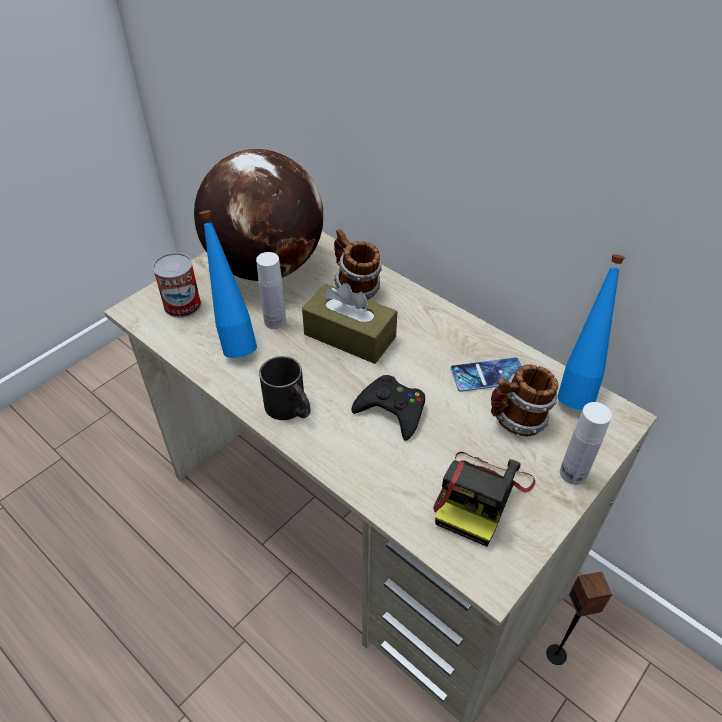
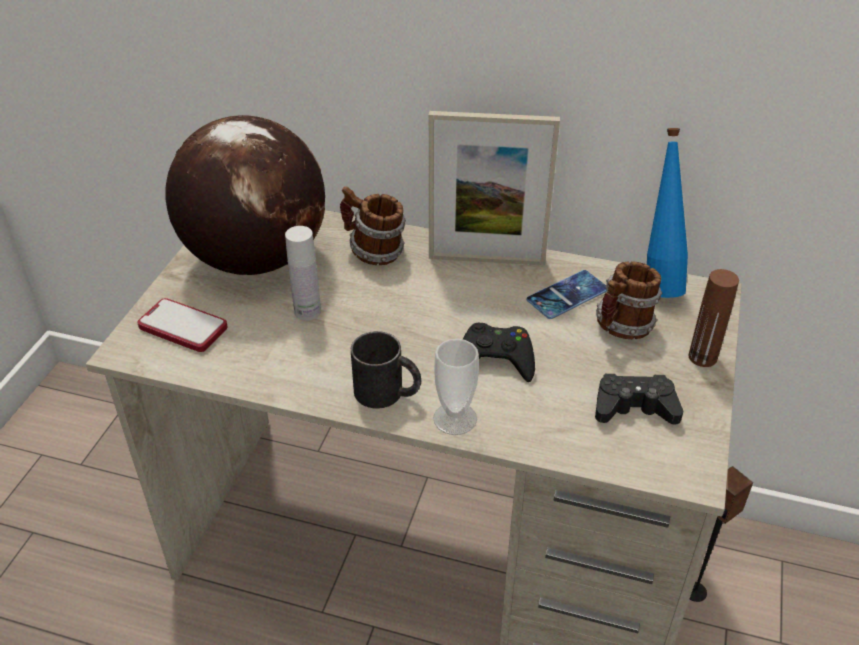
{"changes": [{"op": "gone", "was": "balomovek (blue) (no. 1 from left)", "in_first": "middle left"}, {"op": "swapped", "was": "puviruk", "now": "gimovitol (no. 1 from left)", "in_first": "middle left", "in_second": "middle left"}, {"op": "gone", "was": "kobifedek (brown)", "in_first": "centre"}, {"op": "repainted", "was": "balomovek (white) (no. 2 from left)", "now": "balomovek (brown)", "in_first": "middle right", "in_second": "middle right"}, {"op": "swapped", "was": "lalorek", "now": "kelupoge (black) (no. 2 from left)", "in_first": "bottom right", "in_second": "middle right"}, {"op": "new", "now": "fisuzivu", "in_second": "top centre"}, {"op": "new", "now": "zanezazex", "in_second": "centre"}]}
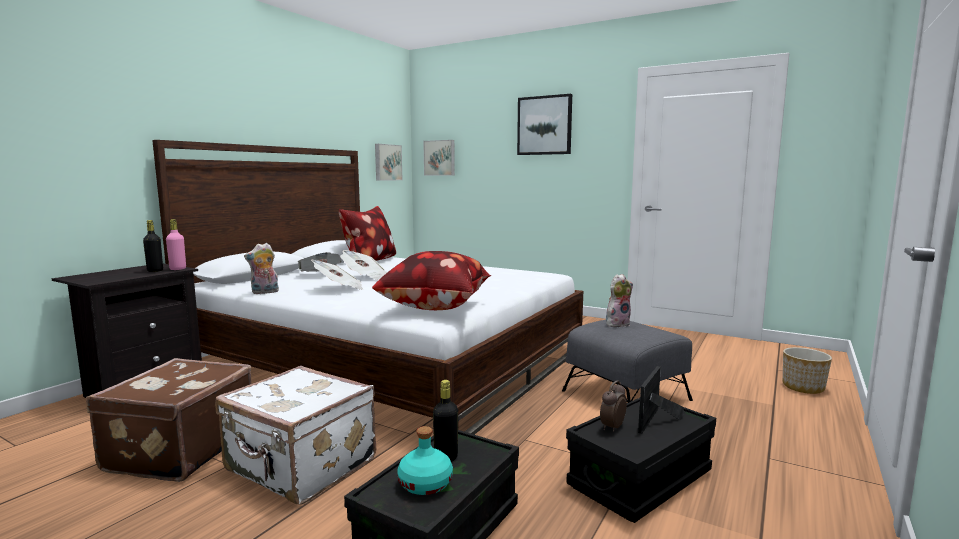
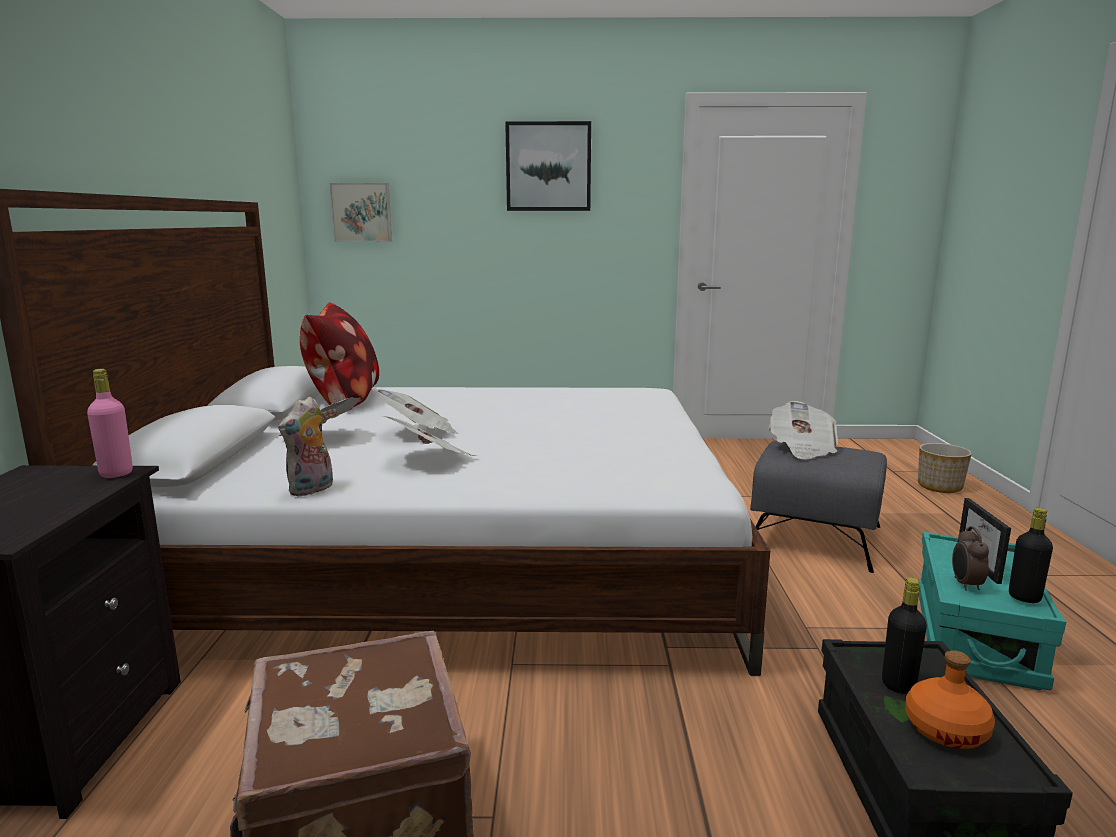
{"changes": [{"op": "gone", "was": "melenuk (no. 1 from left)", "in_first": "top centre"}, {"op": "shifted", "was": "balomovek (black) (no. 1 from left in the first image)", "now": "balomovek (black) (no. 2 from left)", "in_first": "middle left", "in_second": "middle right"}, {"op": "gone", "was": "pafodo (no. 2 from left)", "in_first": "centre"}, {"op": "swapped", "was": "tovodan (no. 2 from left)", "now": "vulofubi (no. 4 from left)", "in_first": "centre", "in_second": "middle right"}, {"op": "gone", "was": "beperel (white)", "in_first": "bottom left"}, {"op": "repainted", "was": "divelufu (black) (no. 2 from left)", "now": "divelufu (turquoise)", "in_first": "bottom right", "in_second": "bottom right"}, {"op": "repainted", "was": "balomovek (turquoise)", "now": "balomovek (orange)", "in_first": "bottom centre", "in_second": "bottom right"}]}
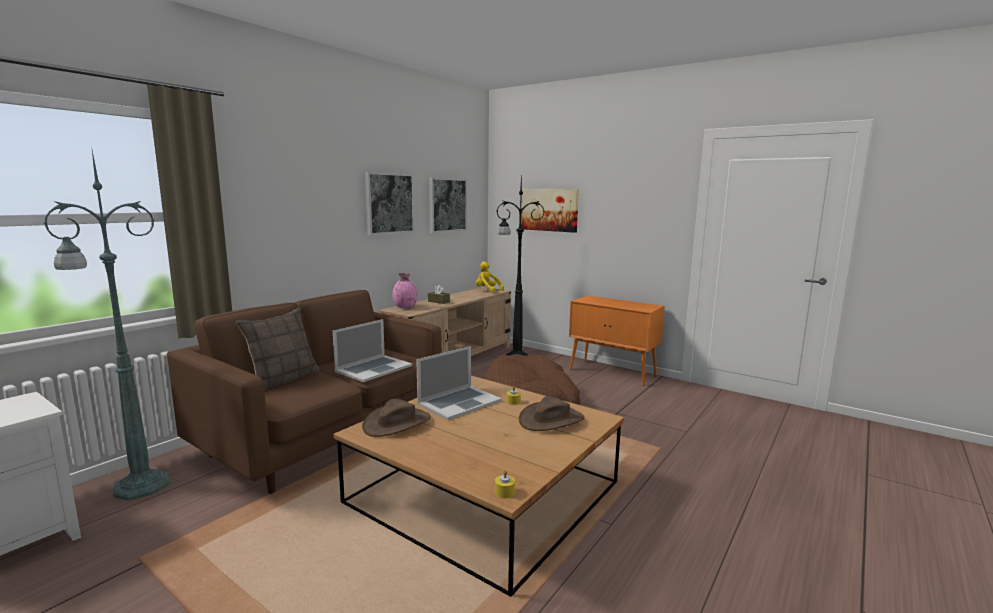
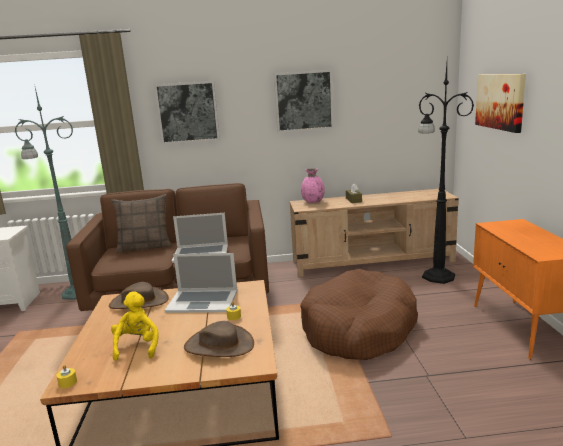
{"changes": [{"op": "shifted", "was": "melenuk (no. 2 from left in the first image)", "now": "melenuk (no. 1 from left)", "in_first": "centre", "in_second": "top left"}, {"op": "shifted", "was": "tovodan (yellow)", "in_first": "centre", "in_second": "bottom left"}]}
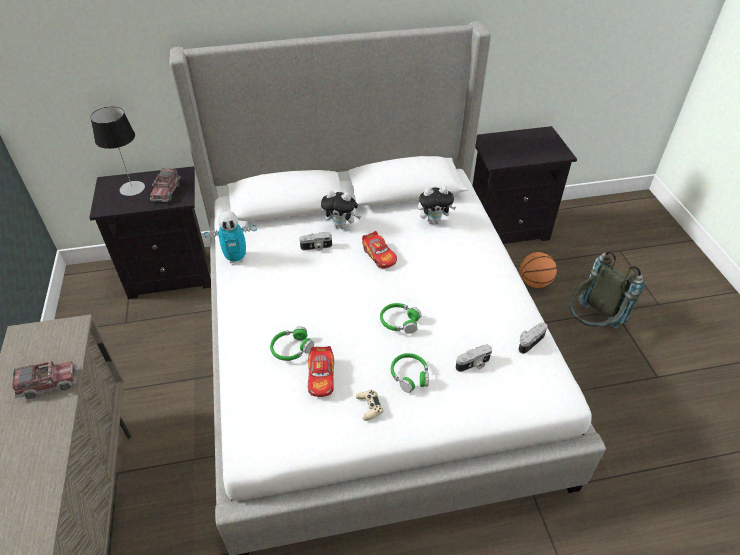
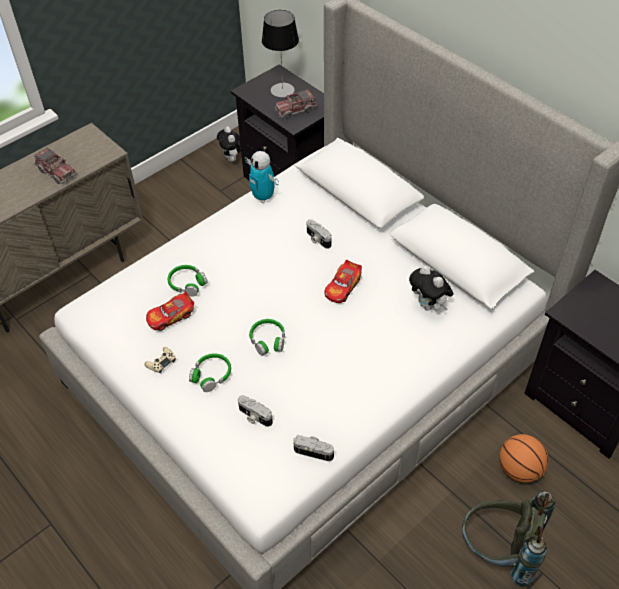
{"changes": [{"op": "shifted", "was": "tovodan (no. 1 from left)", "in_first": "centre", "in_second": "top centre"}]}
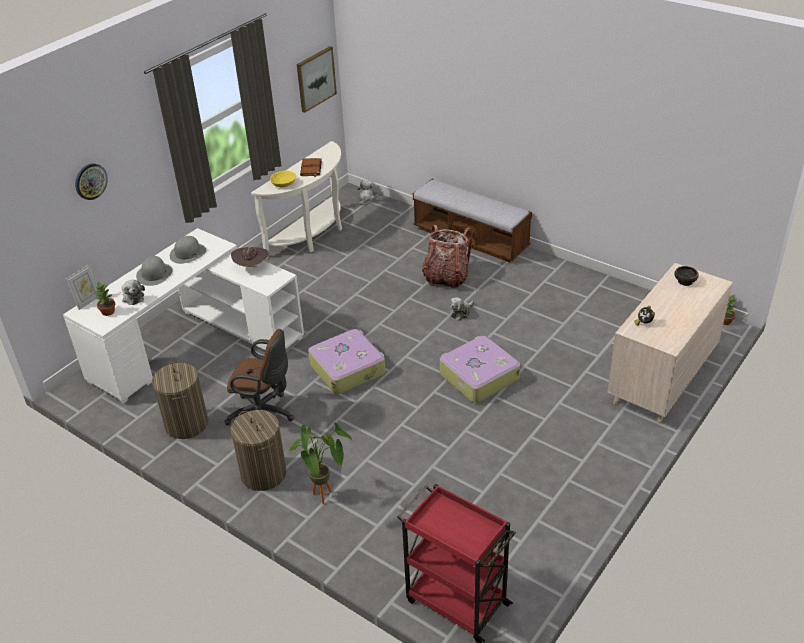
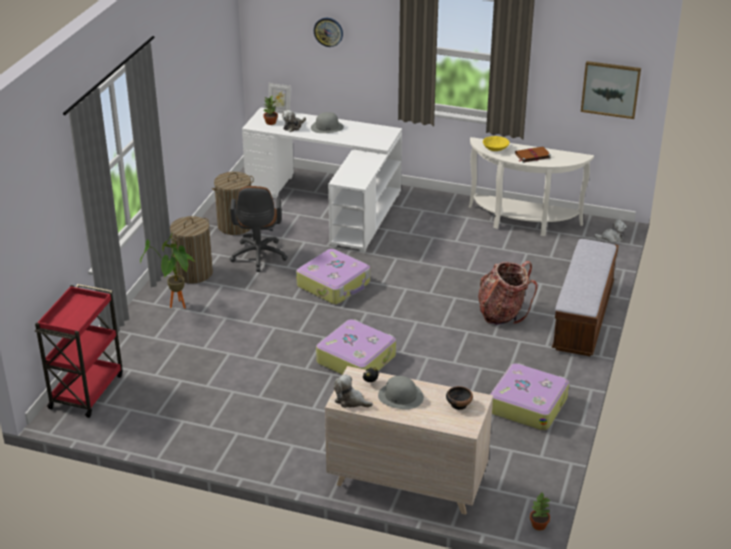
{"changes": [{"op": "shifted", "was": "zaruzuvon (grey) (no. 2 from left)", "in_first": "middle left", "in_second": "bottom centre"}, {"op": "gone", "was": "zaruzuvon (brown)", "in_first": "middle left"}, {"op": "shifted", "was": "tovodan (no. 3 from left in the first image)", "now": "tovodan (no. 2 from left)", "in_first": "centre", "in_second": "bottom centre"}, {"op": "new", "now": "beperel (no. 3 from left)", "in_second": "bottom right"}]}
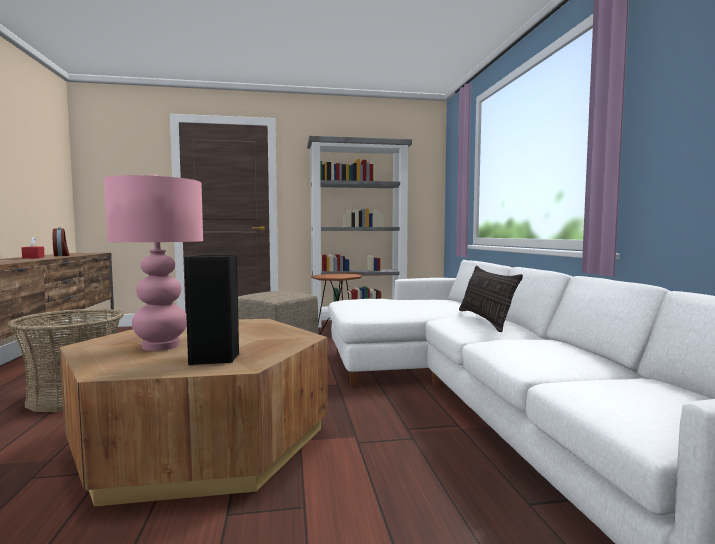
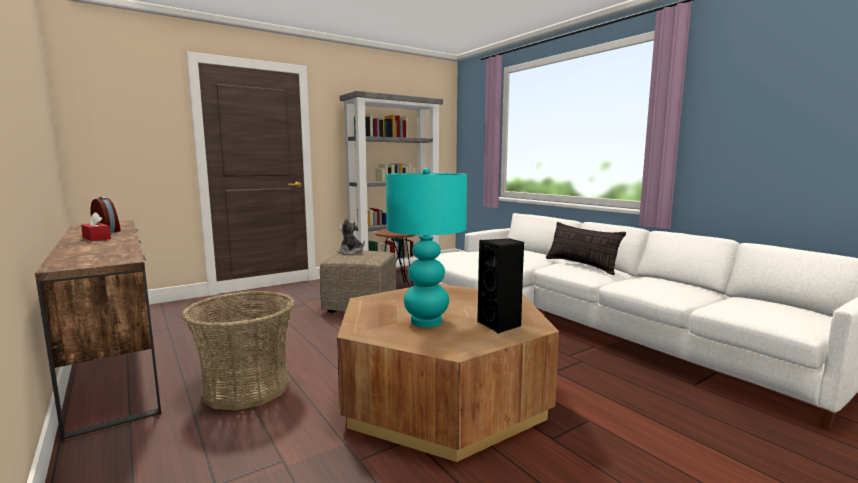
{"changes": [{"op": "repainted", "was": "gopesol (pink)", "now": "gopesol (turquoise)", "in_first": "middle left", "in_second": "centre"}, {"op": "new", "now": "tovodan", "in_second": "centre"}]}
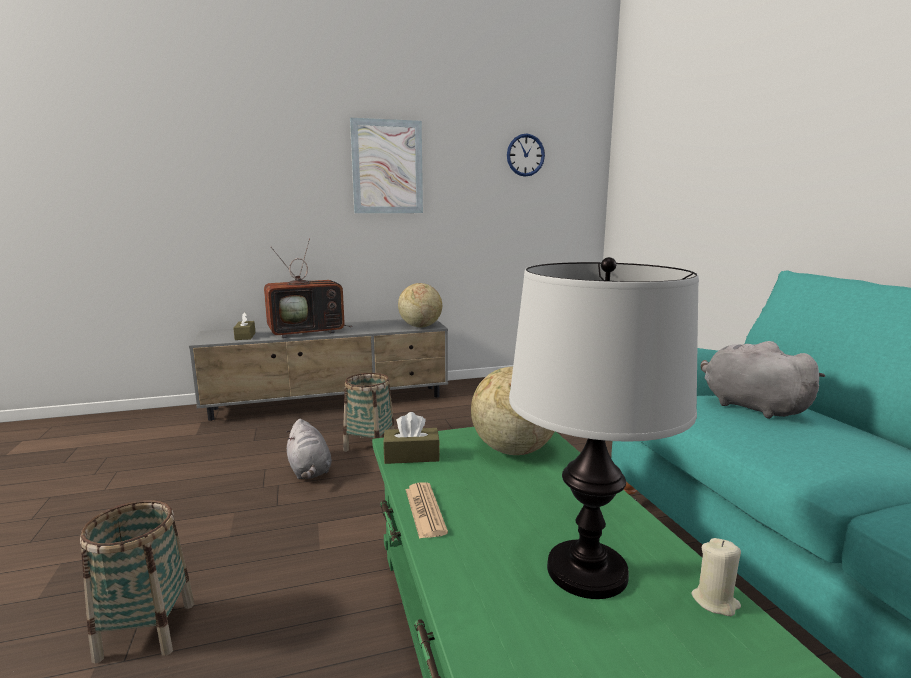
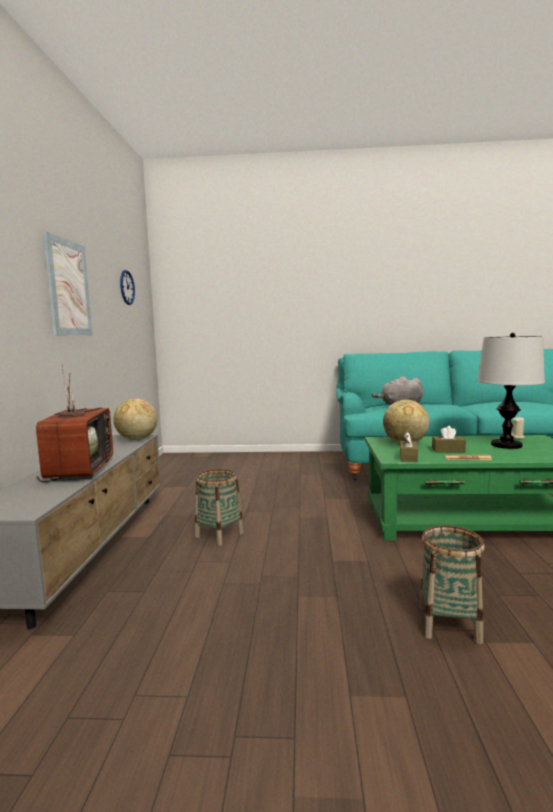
{"changes": [{"op": "shifted", "was": "kobifedek (brown) (no. 1 from left in the first image)", "now": "kobifedek (brown) (no. 2 from left)", "in_first": "middle left", "in_second": "middle right"}, {"op": "gone", "was": "tovodan (grey) (no. 1 from left)", "in_first": "centre"}]}
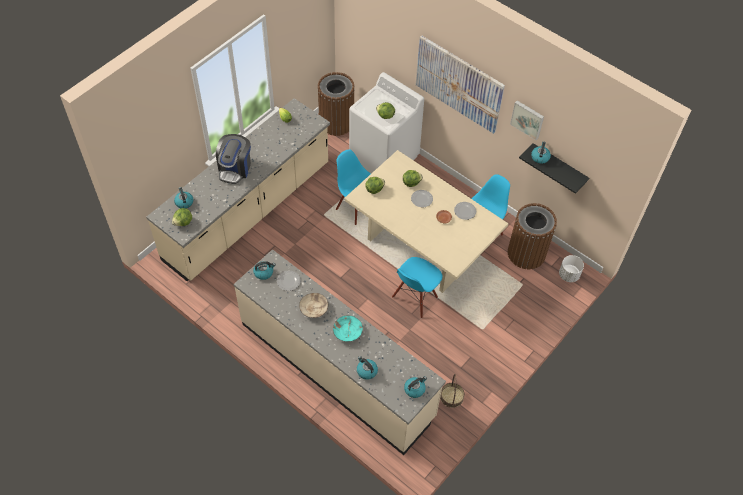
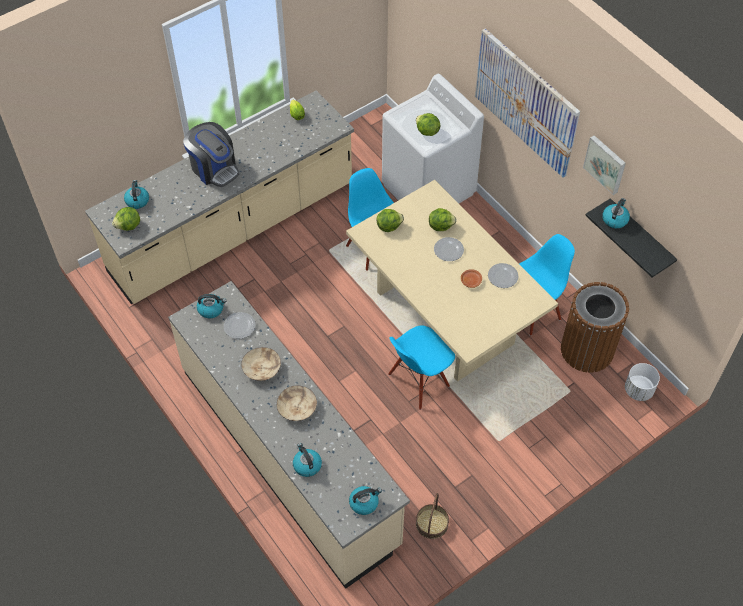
{"changes": [{"op": "gone", "was": "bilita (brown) (no. 1 from left)", "in_first": "top centre"}, {"op": "rotated", "was": "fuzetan", "in_first": "top left", "in_second": "top left", "clockwise": -75}, {"op": "repainted", "was": "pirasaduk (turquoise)", "now": "pirasaduk (beige) (no. 2 from left)", "in_first": "centre", "in_second": "centre"}]}
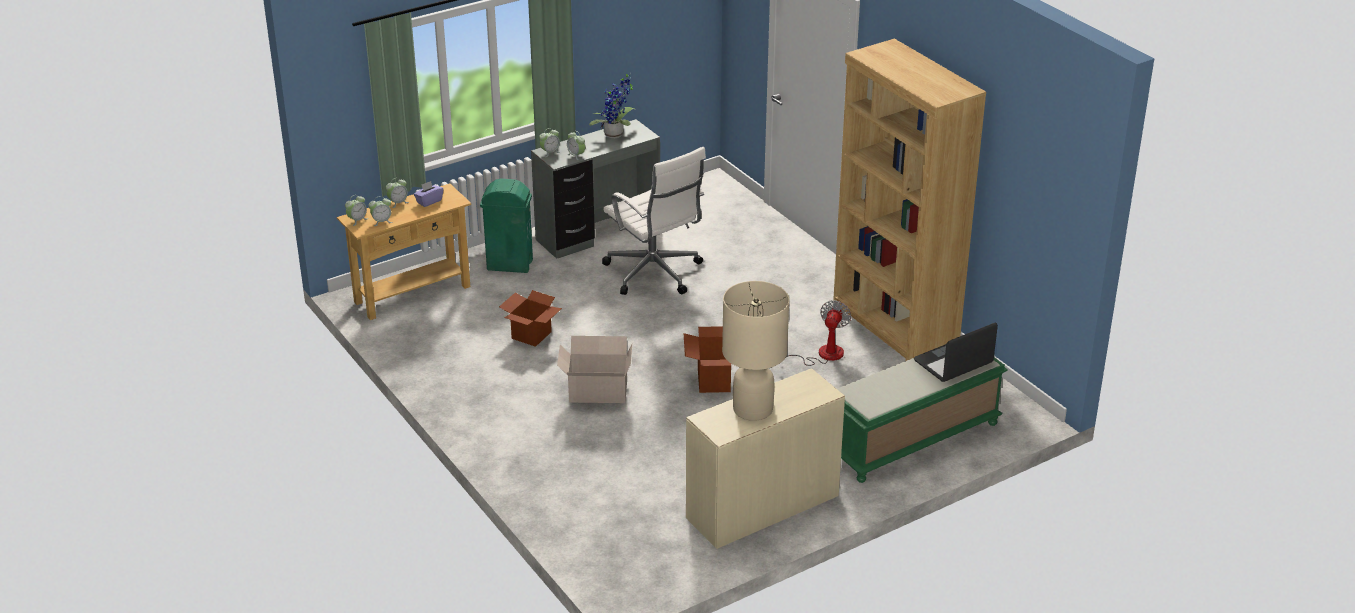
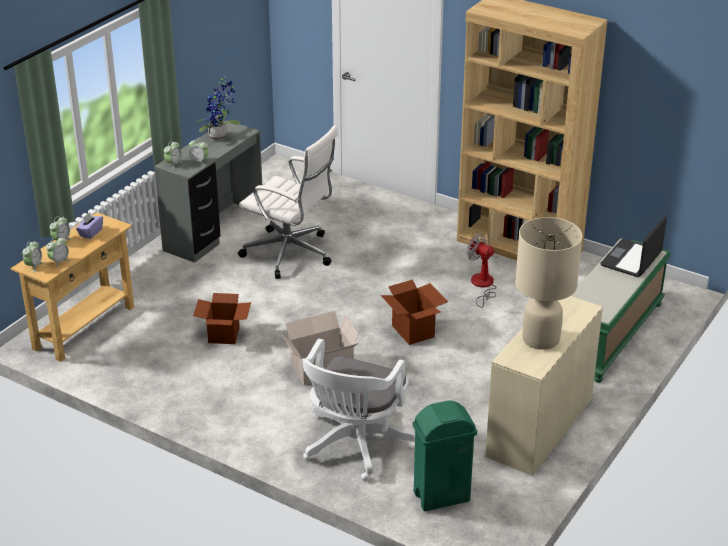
{"changes": [{"op": "shifted", "was": "bilita (green)", "in_first": "centre", "in_second": "bottom centre"}, {"op": "rotated", "was": "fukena", "in_first": "centre", "in_second": "centre", "clockwise": -45}, {"op": "new", "now": "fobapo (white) (no. 2 from left)", "in_second": "bottom centre"}]}
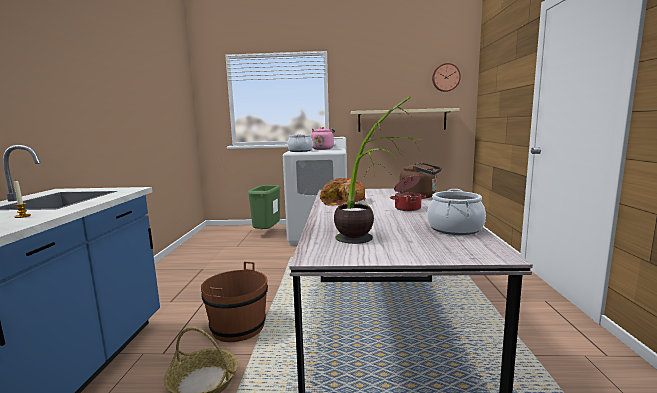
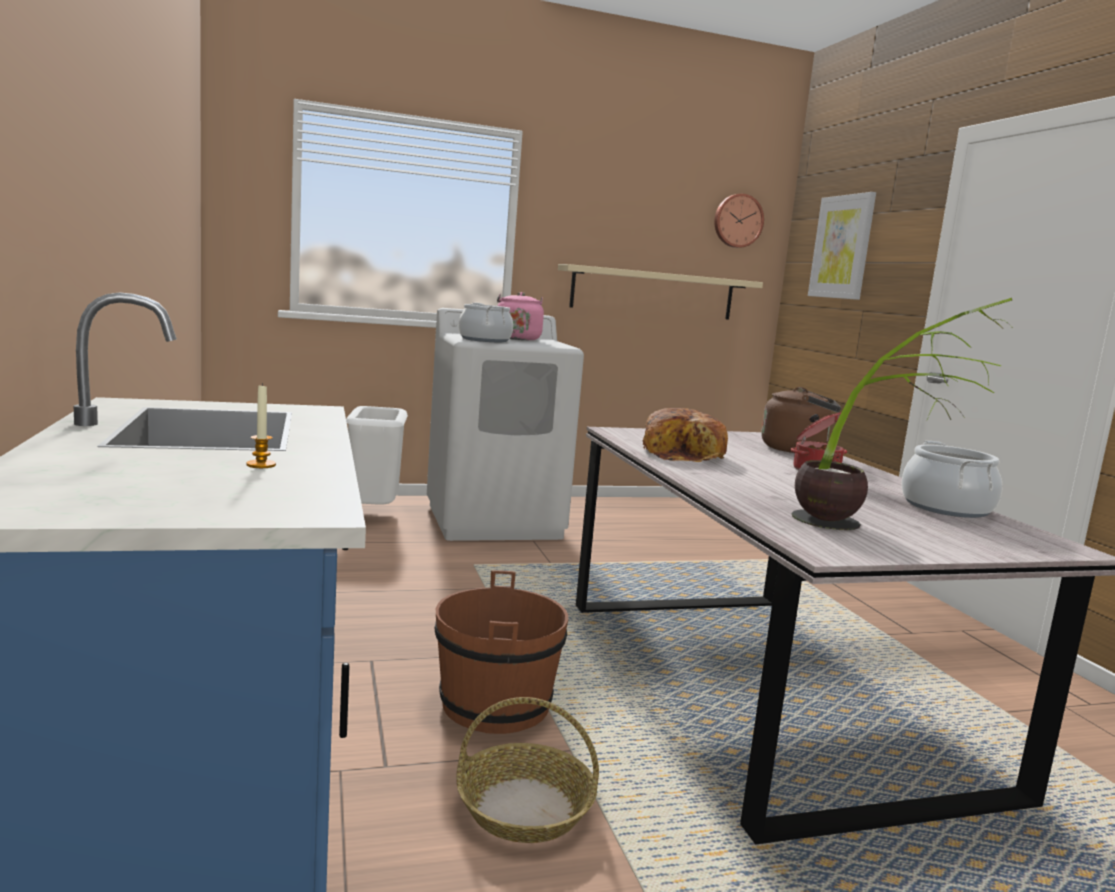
{"changes": [{"op": "repainted", "was": "bilita (green)", "now": "bilita (white)", "in_first": "centre", "in_second": "centre"}, {"op": "new", "now": "melenuk", "in_second": "top right"}]}
